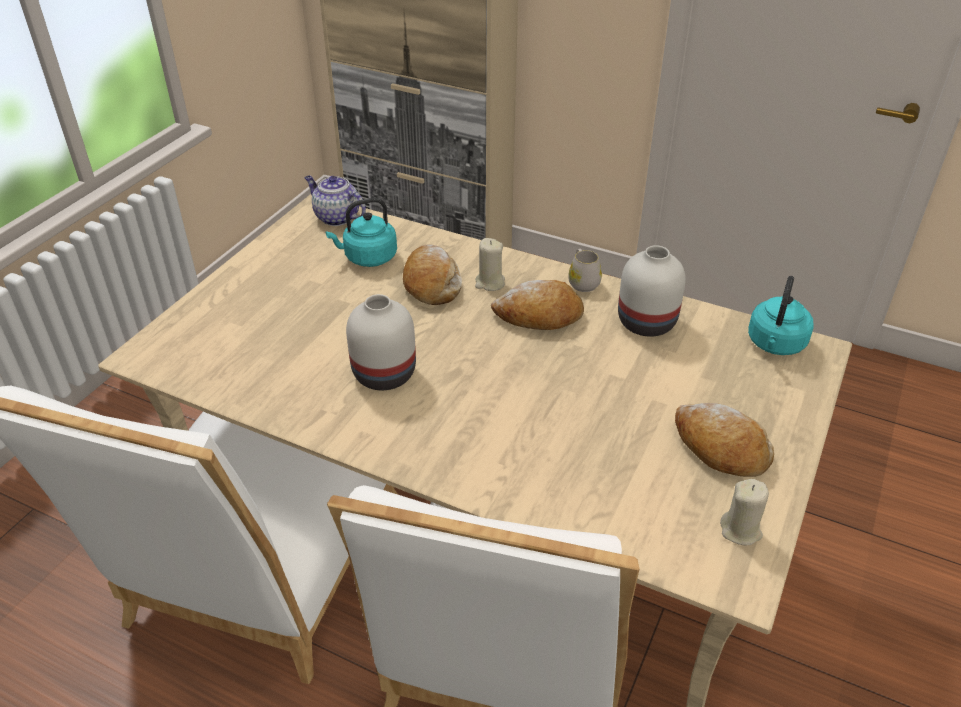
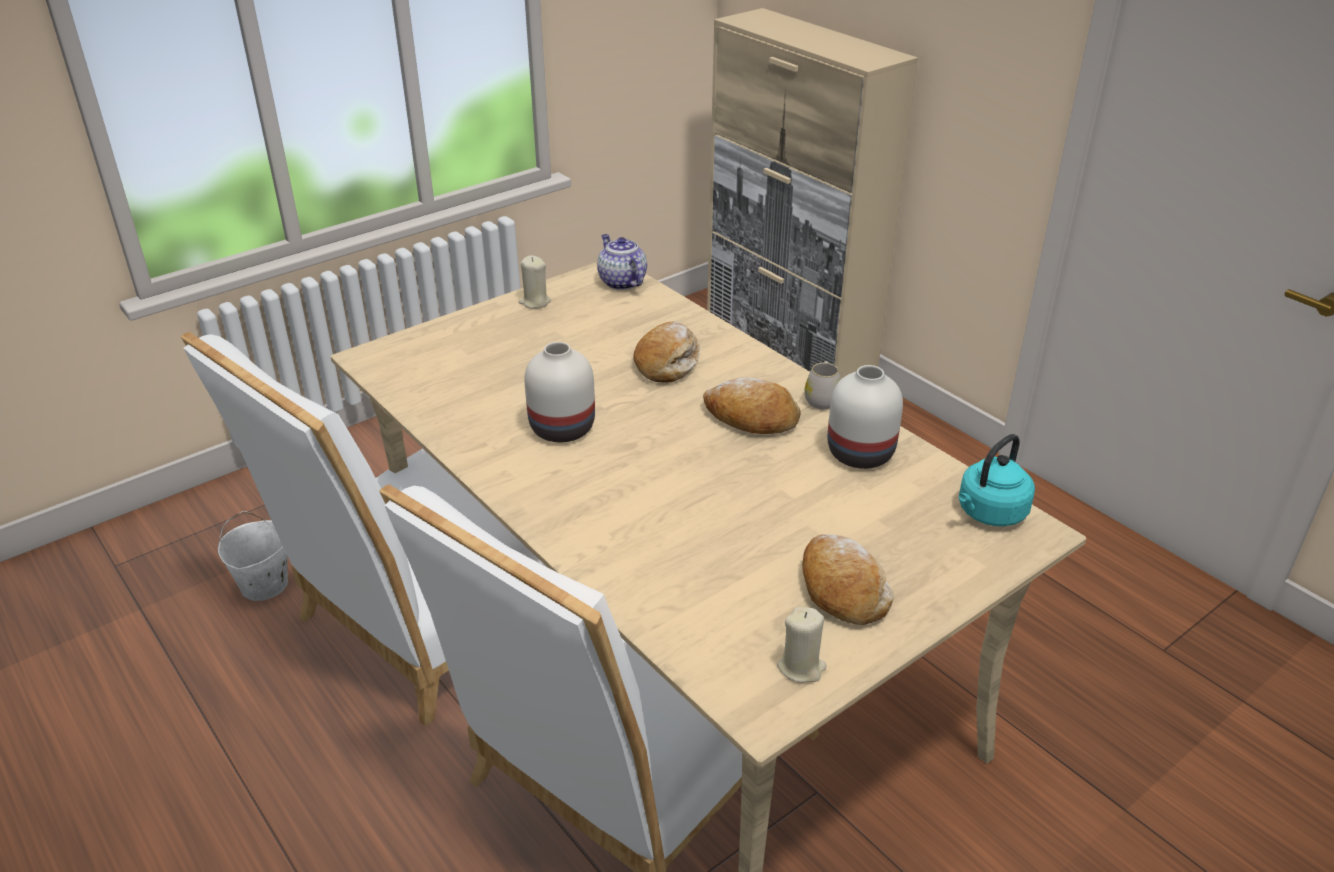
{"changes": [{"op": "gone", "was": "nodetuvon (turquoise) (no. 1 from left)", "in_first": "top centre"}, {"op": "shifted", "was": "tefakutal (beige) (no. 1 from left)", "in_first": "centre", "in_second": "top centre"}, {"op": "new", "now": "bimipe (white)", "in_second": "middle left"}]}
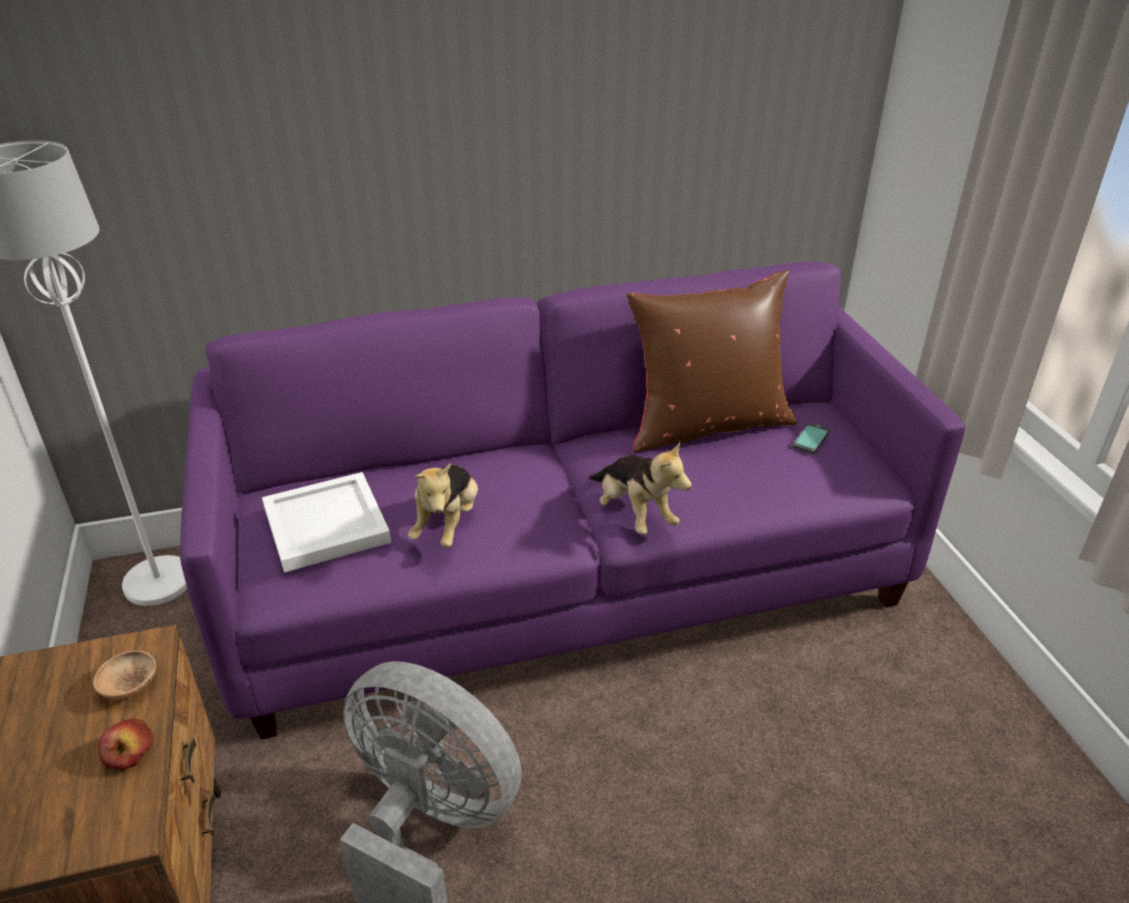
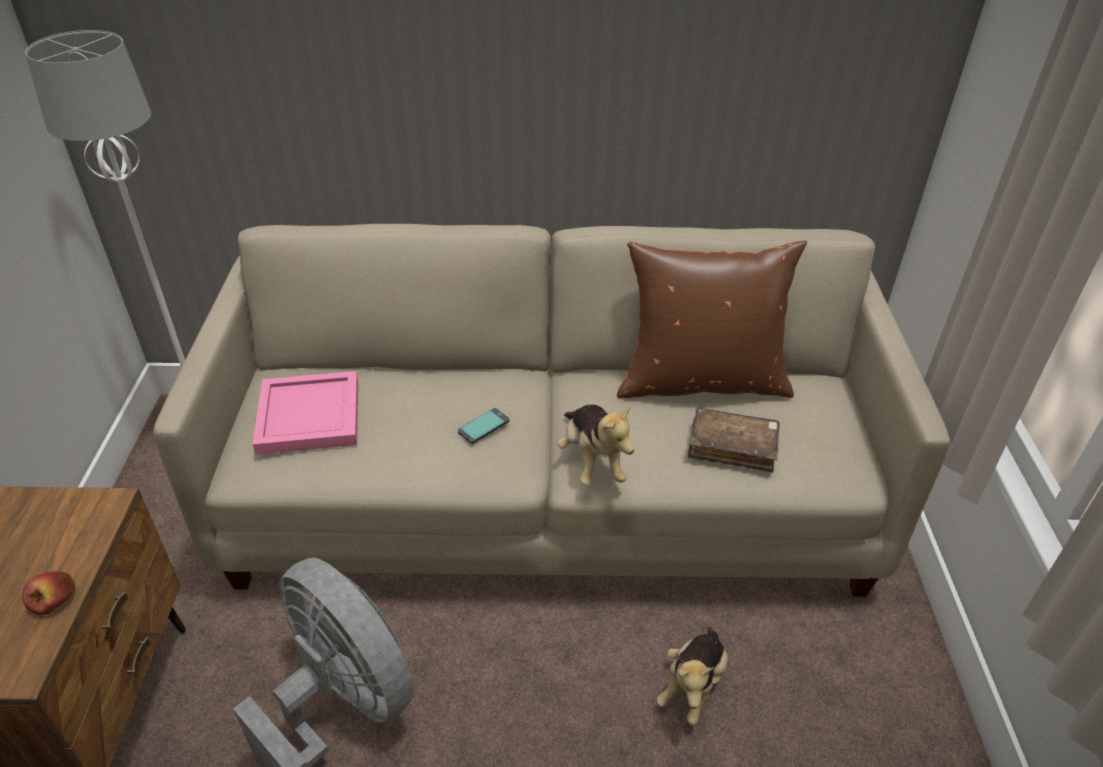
{"changes": [{"op": "repainted", "was": "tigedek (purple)", "now": "tigedek (beige)", "in_first": "centre", "in_second": "centre"}, {"op": "shifted", "was": "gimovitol", "in_first": "middle right", "in_second": "centre"}, {"op": "shifted", "was": "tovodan (no. 1 from left in the first image)", "now": "tovodan (no. 2 from left)", "in_first": "centre", "in_second": "bottom centre"}, {"op": "repainted", "was": "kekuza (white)", "now": "kekuza (pink)", "in_first": "middle left", "in_second": "middle left"}, {"op": "gone", "was": "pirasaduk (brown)", "in_first": "bottom left"}, {"op": "new", "now": "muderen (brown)", "in_second": "centre"}]}
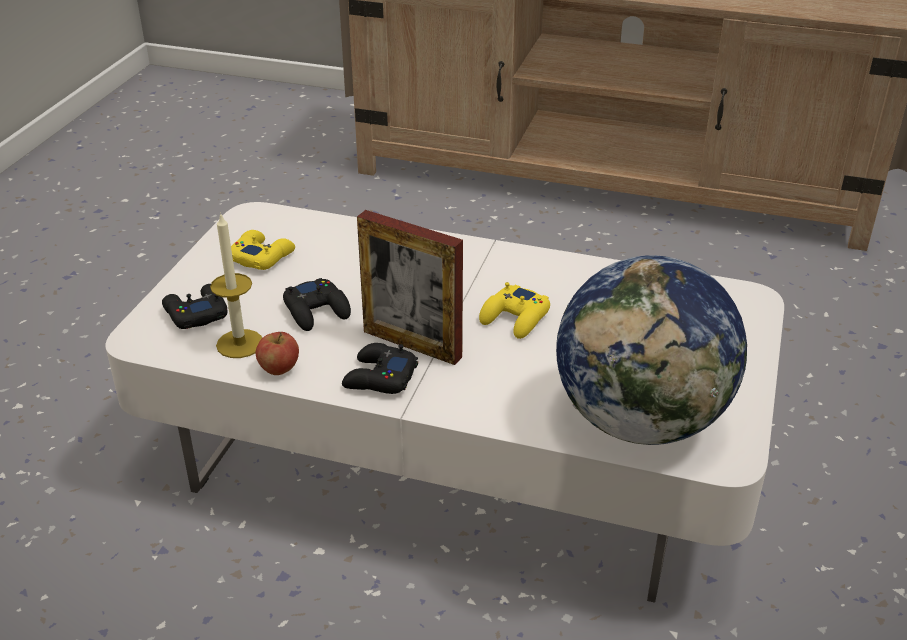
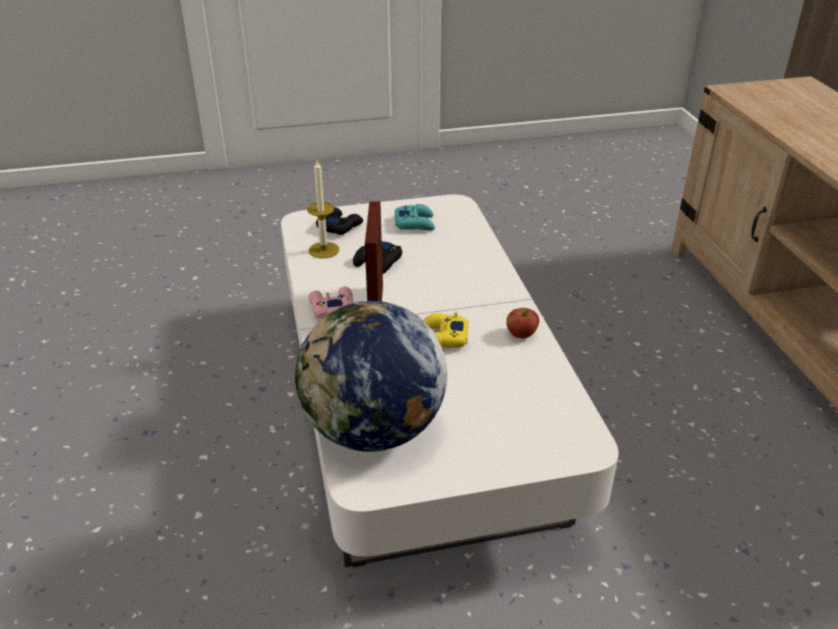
{"changes": [{"op": "repainted", "was": "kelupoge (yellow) (no. 1 from left)", "now": "kelupoge (turquoise)", "in_first": "middle left", "in_second": "centre"}, {"op": "shifted", "was": "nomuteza", "in_first": "middle left", "in_second": "centre"}, {"op": "repainted", "was": "kelupoge (black) (no. 3 from left)", "now": "kelupoge (pink)", "in_first": "centre", "in_second": "centre"}]}
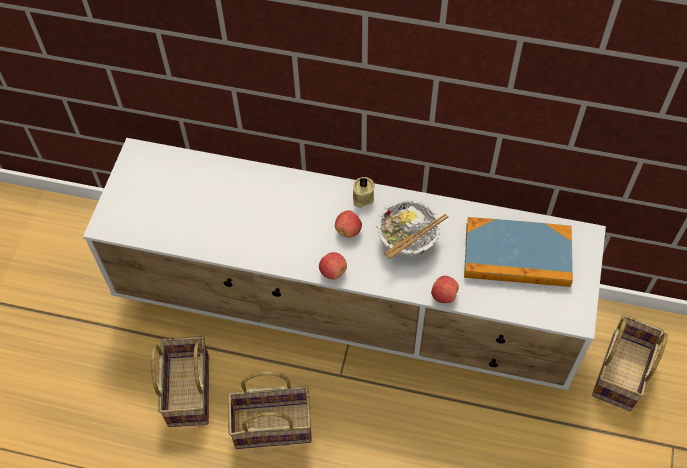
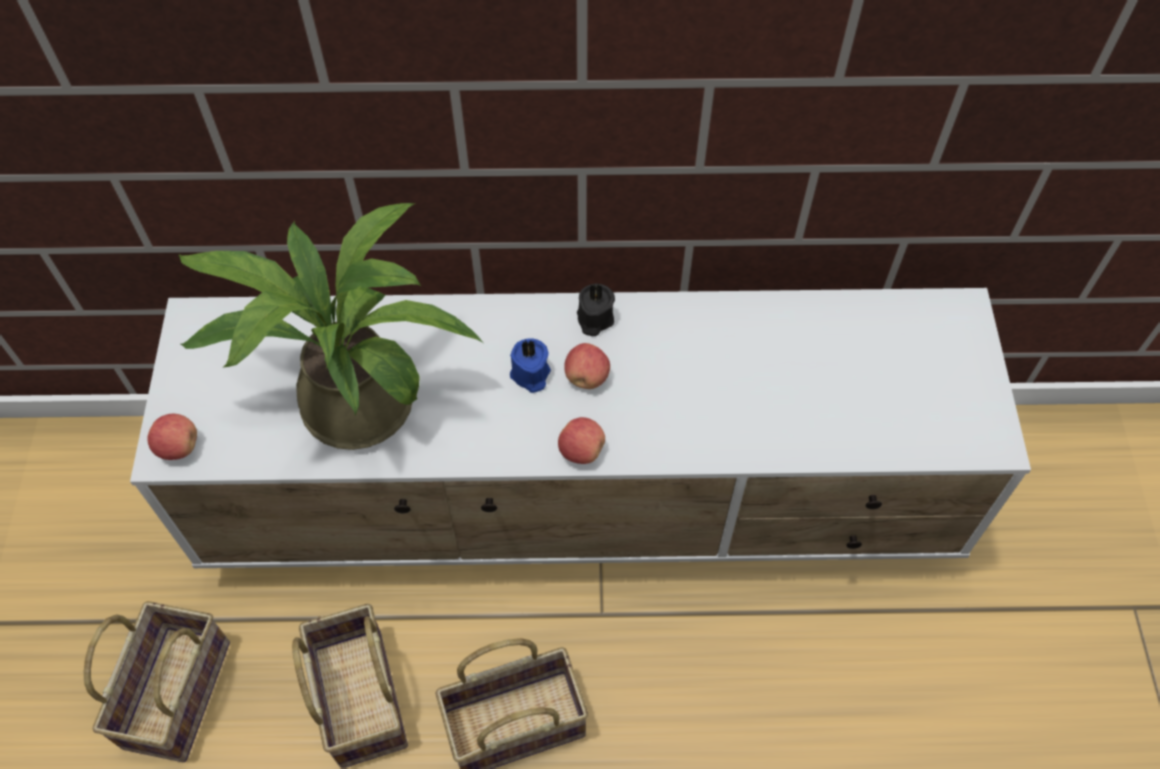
{"changes": [{"op": "repainted", "was": "tefakutal (beige)", "now": "tefakutal (black)", "in_first": "centre", "in_second": "centre"}, {"op": "gone", "was": "pirasaduk", "in_first": "centre"}, {"op": "gone", "was": "muderen", "in_first": "middle right"}, {"op": "shifted", "was": "nomuteza (no. 3 from left in the first image)", "now": "nomuteza (no. 1 from left)", "in_first": "centre", "in_second": "middle left"}, {"op": "shifted", "was": "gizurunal (no. 3 from left in the first image)", "now": "gizurunal (no. 1 from left)", "in_first": "bottom right", "in_second": "bottom left"}, {"op": "new", "now": "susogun", "in_second": "middle left"}, {"op": "new", "now": "tefakutal (blue)", "in_second": "centre"}]}
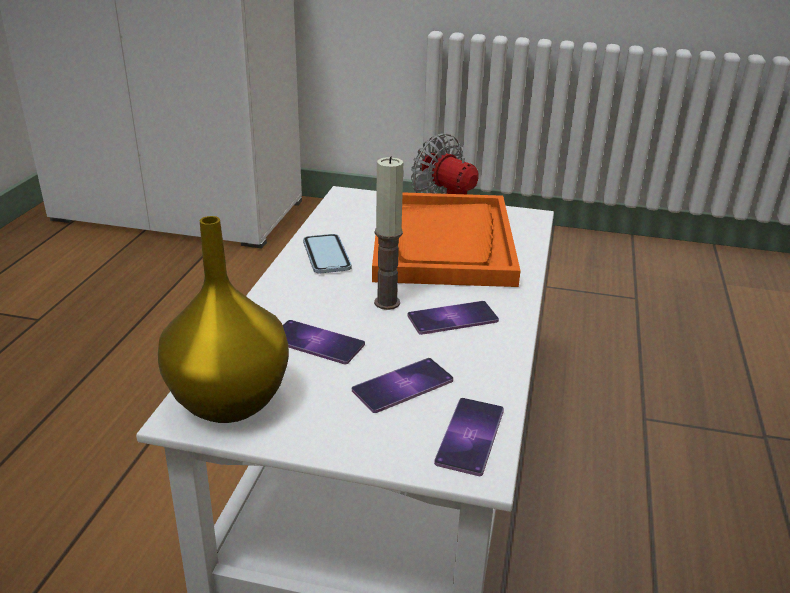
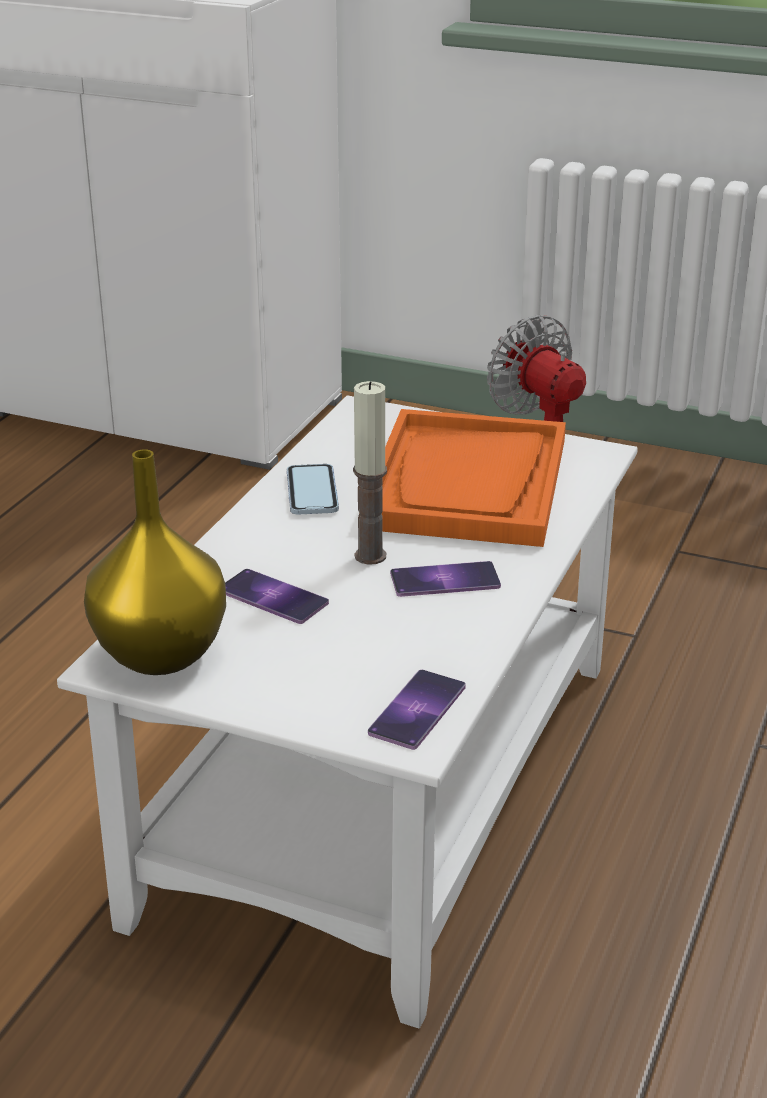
{"changes": [{"op": "gone", "was": "gimovitol (no. 3 from left)", "in_first": "centre"}]}
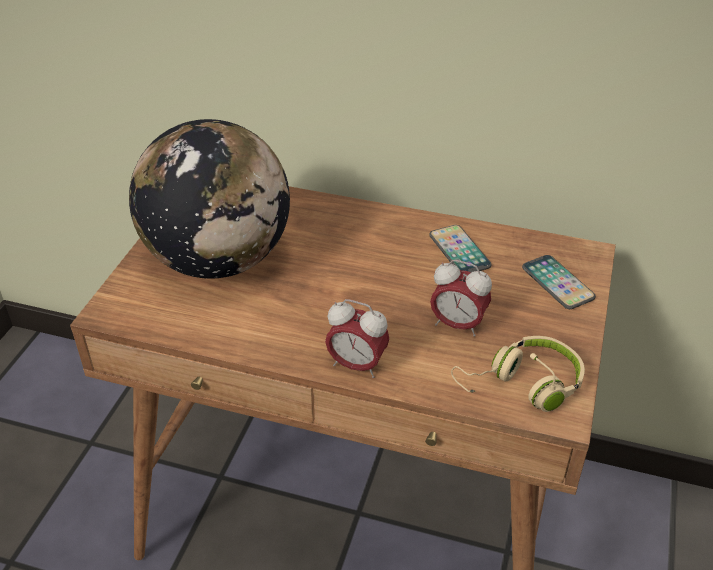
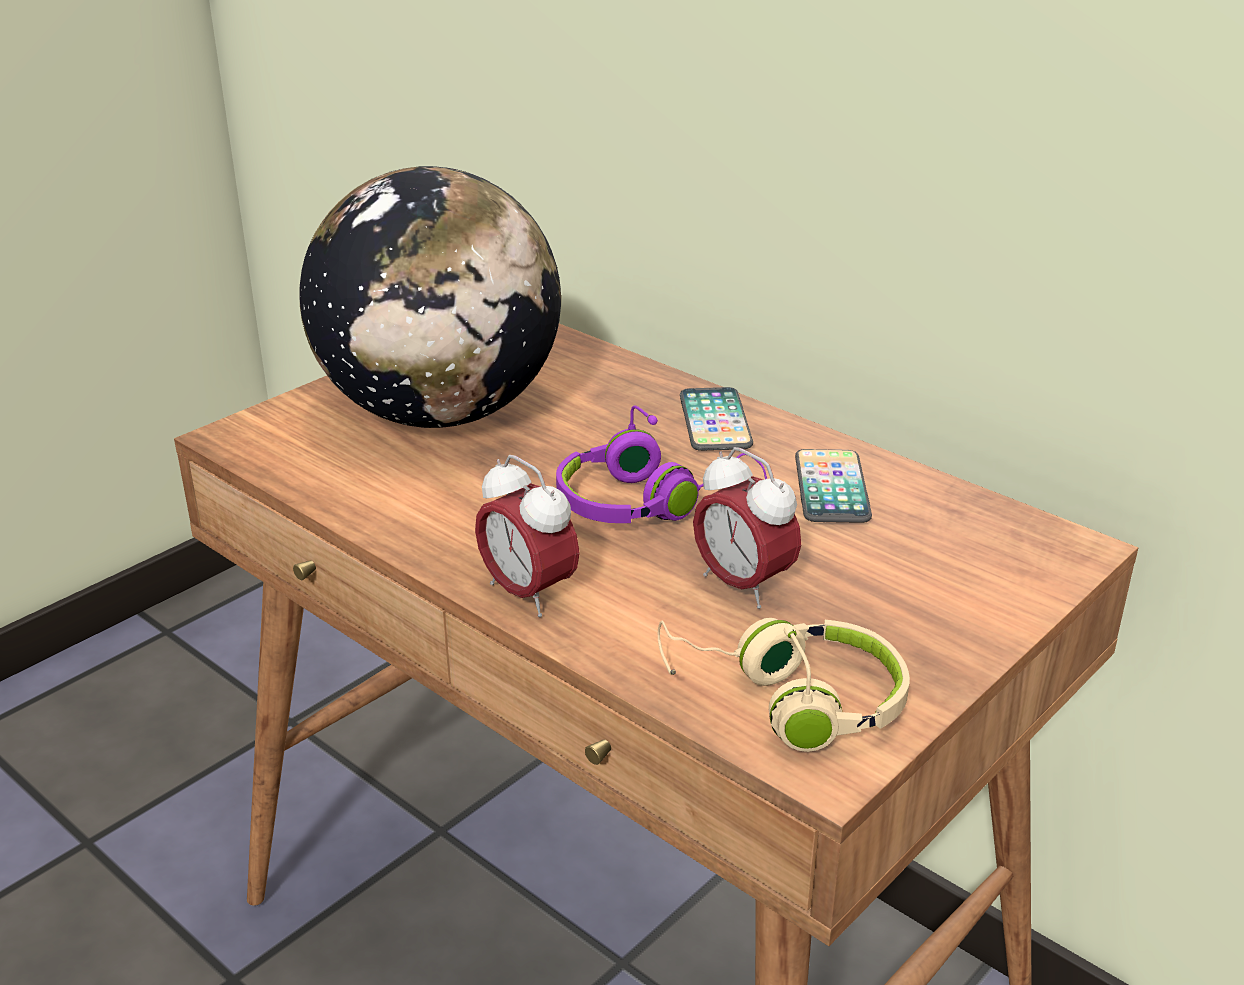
{"changes": [{"op": "shifted", "was": "gimovitol (no. 2 from left in the first image)", "now": "gimovitol (no. 1 from left)", "in_first": "middle right", "in_second": "centre"}, {"op": "new", "now": "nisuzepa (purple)", "in_second": "centre"}]}
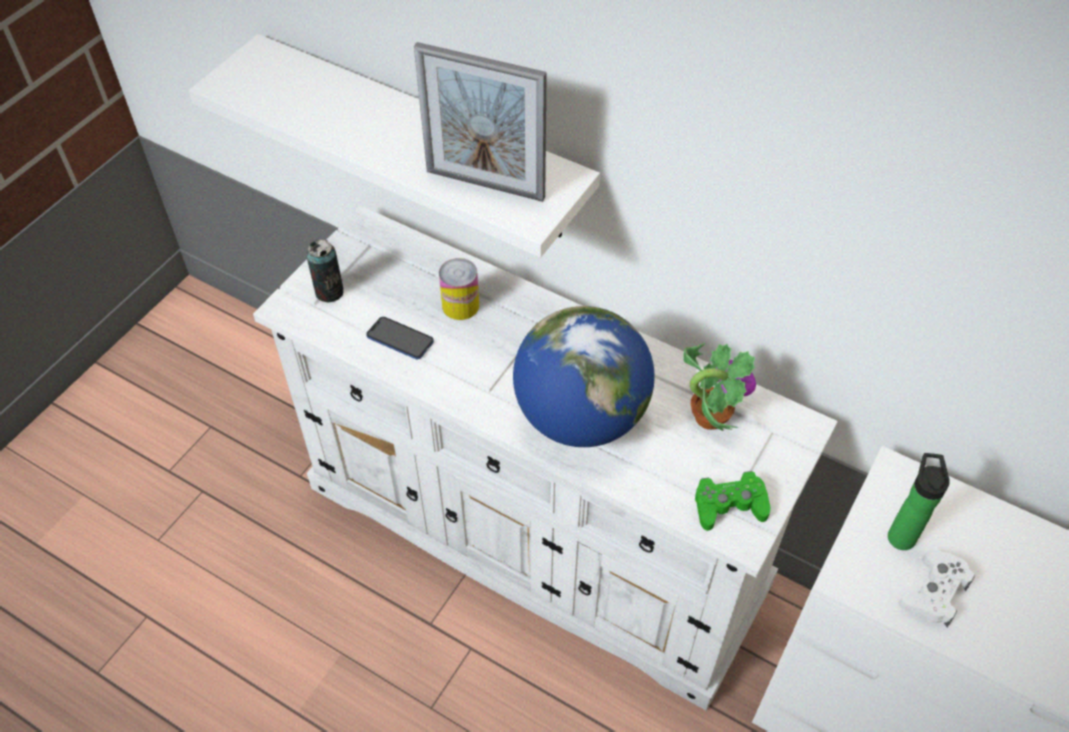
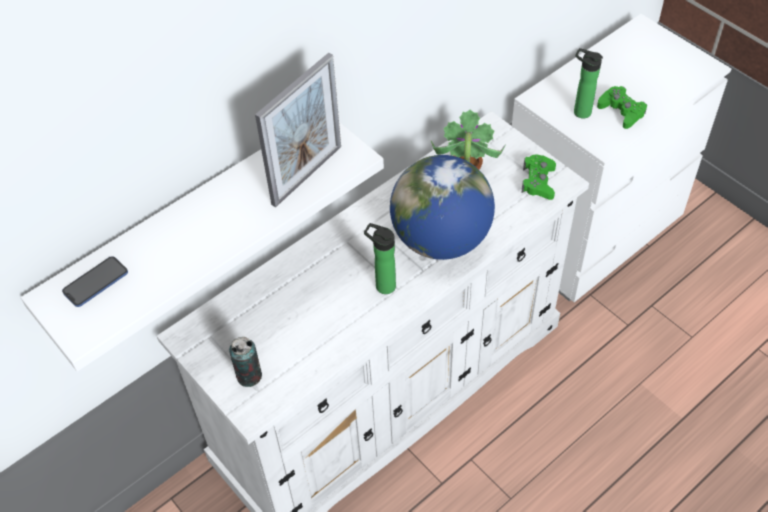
{"changes": [{"op": "gone", "was": "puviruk (no. 2 from left)", "in_first": "centre"}, {"op": "shifted", "was": "gimovitol", "in_first": "centre", "in_second": "middle left"}, {"op": "repainted", "was": "kelupoge (white)", "now": "kelupoge (green) (no. 2 from left)", "in_first": "bottom right", "in_second": "top right"}, {"op": "new", "now": "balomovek (no. 1 from left)", "in_second": "centre"}]}
